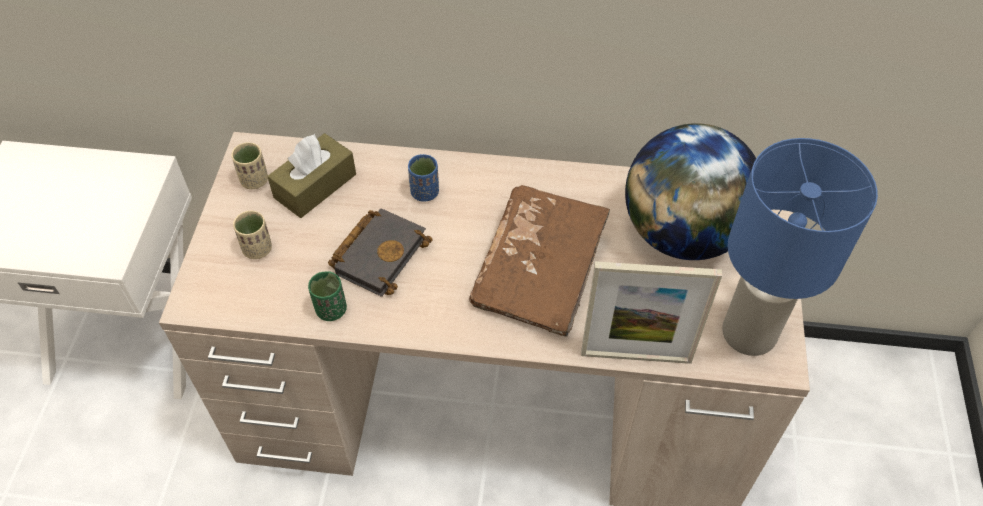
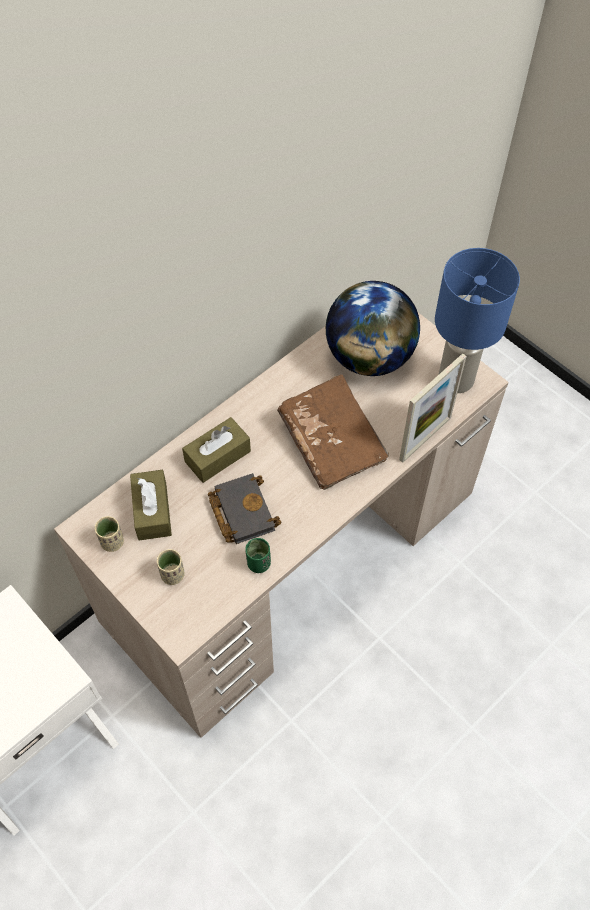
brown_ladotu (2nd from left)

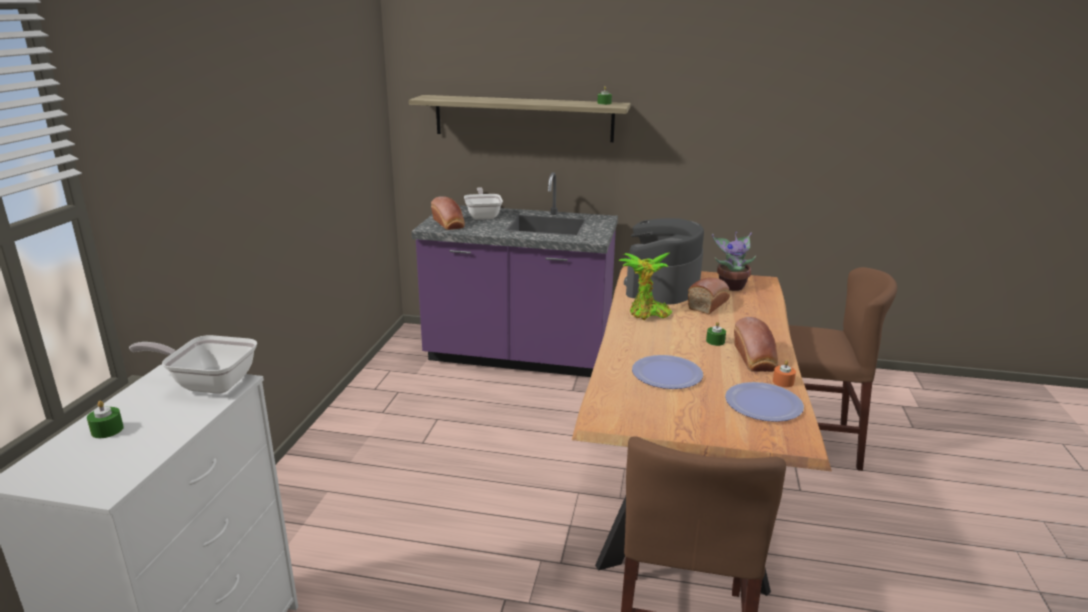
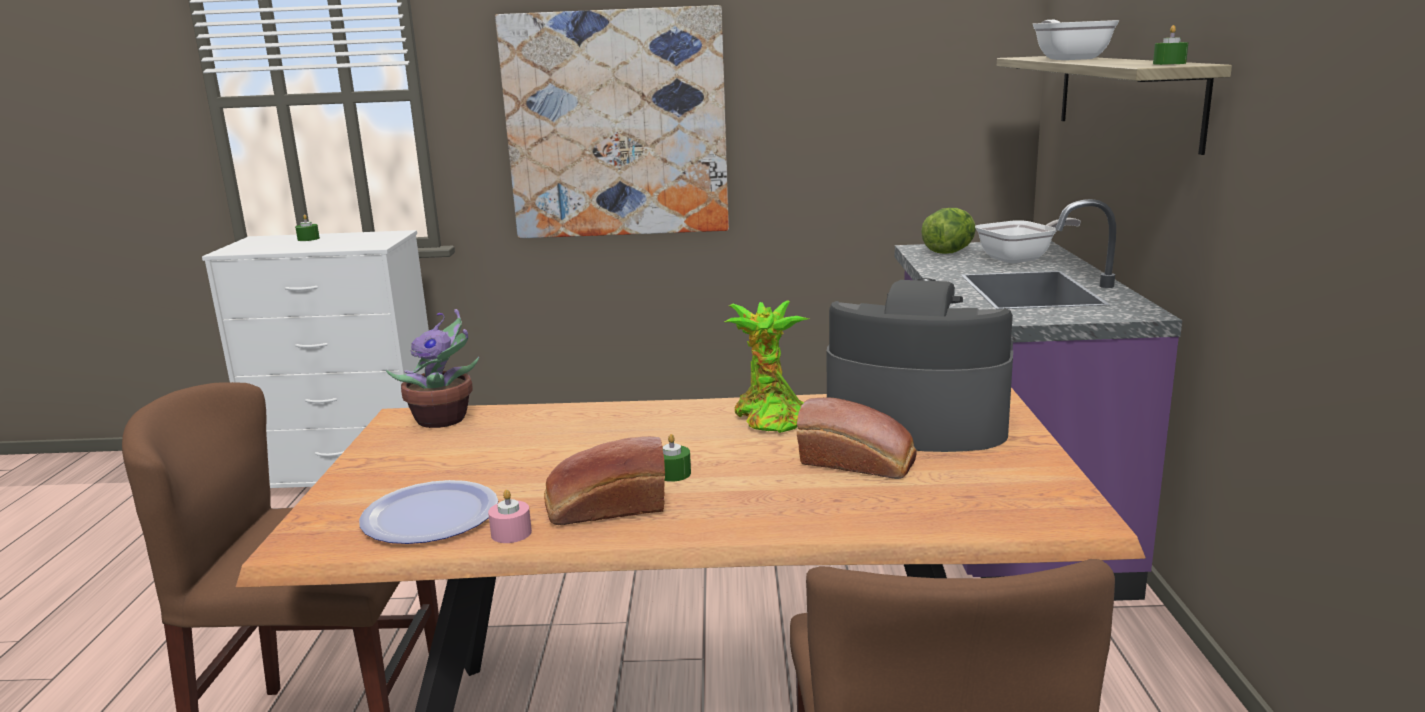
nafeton (2nd from left); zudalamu; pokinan (1st from left in the first image); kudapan (1st from left); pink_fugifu; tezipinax

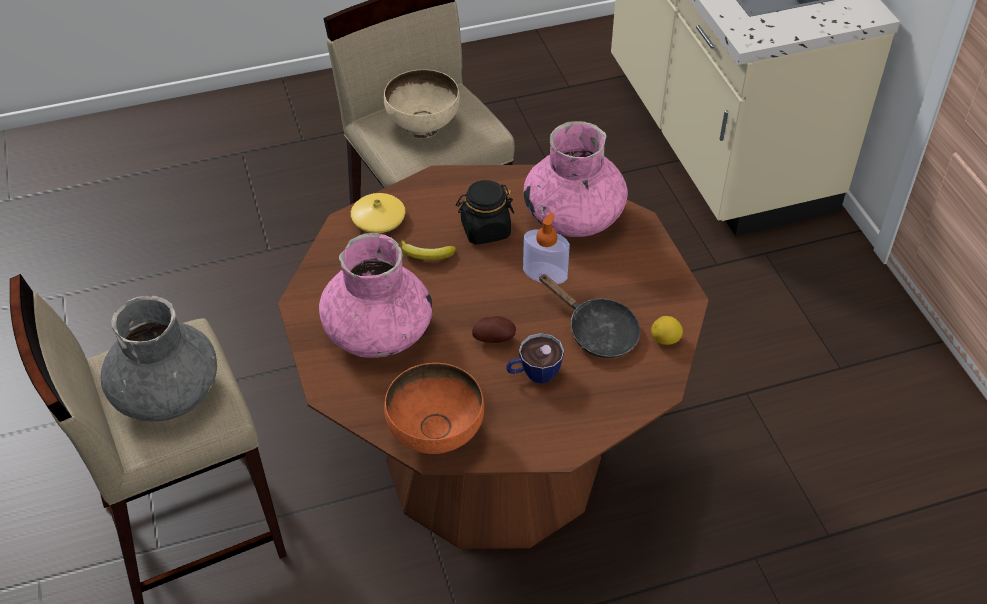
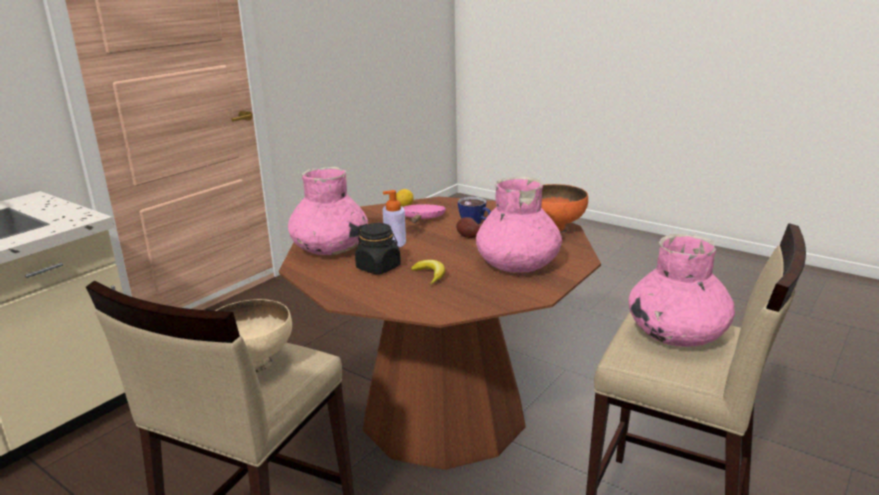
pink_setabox (3rd from left); yellow_setabox; pink_nafeton

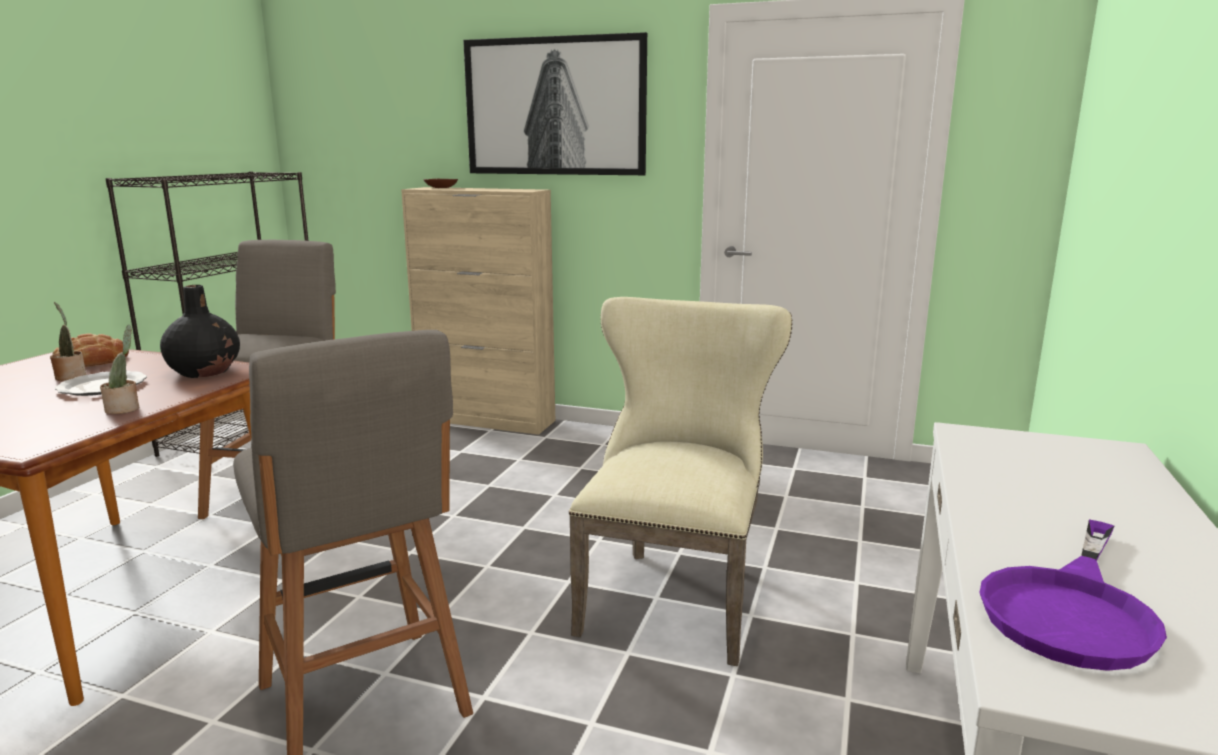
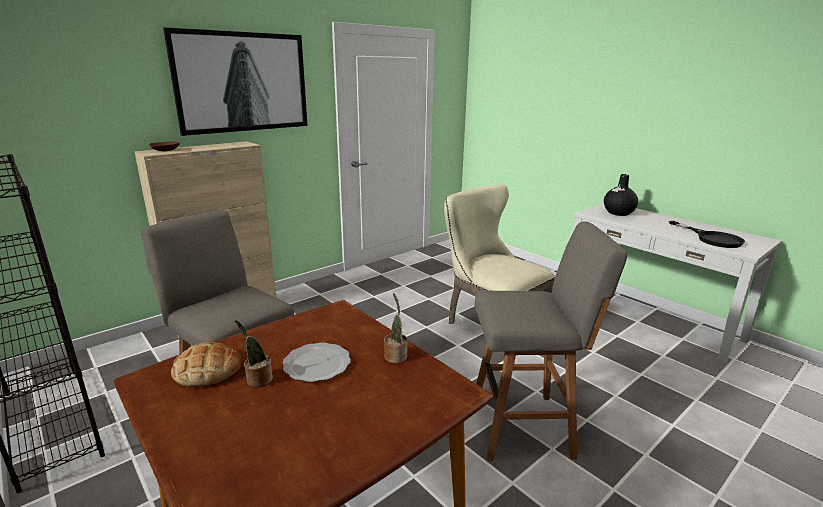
black_setabox; black_nafeton

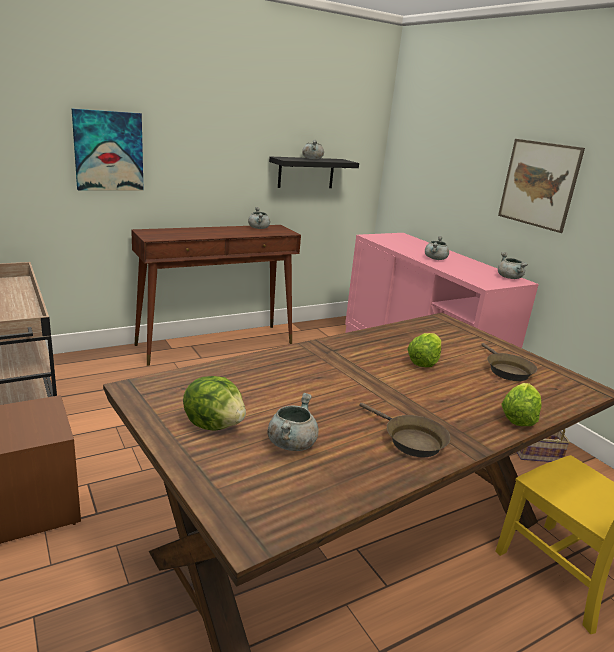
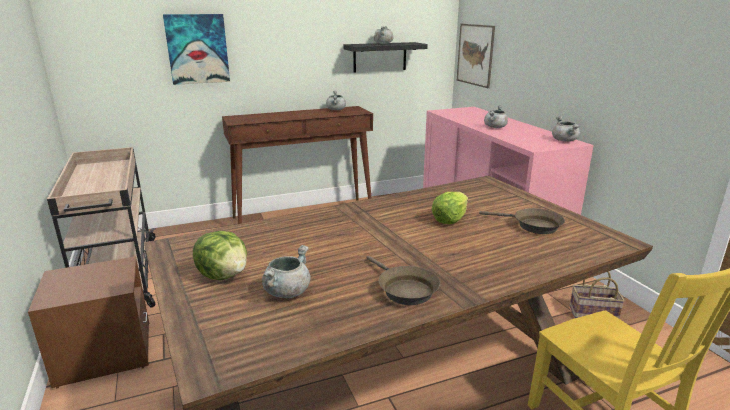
brown_nafeton (2nd from left); tezipinax (2nd from left); zudalamu (3rd from left in the first image)

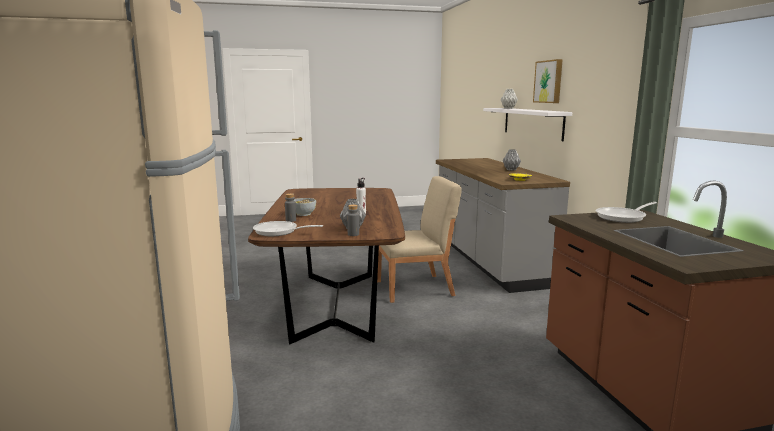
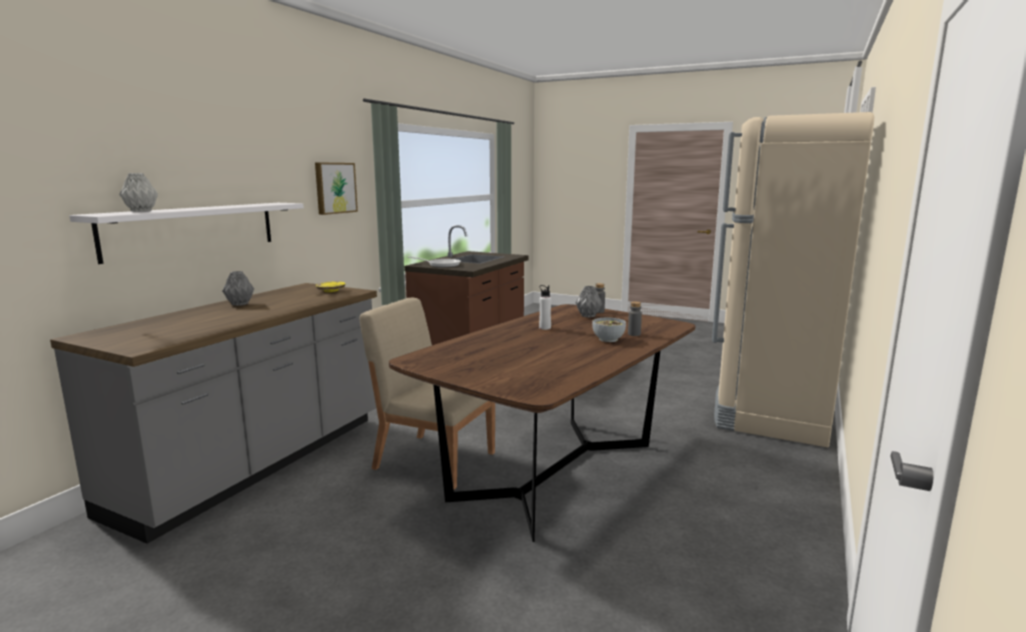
nafeton (1st from left in the first image); tezipinax

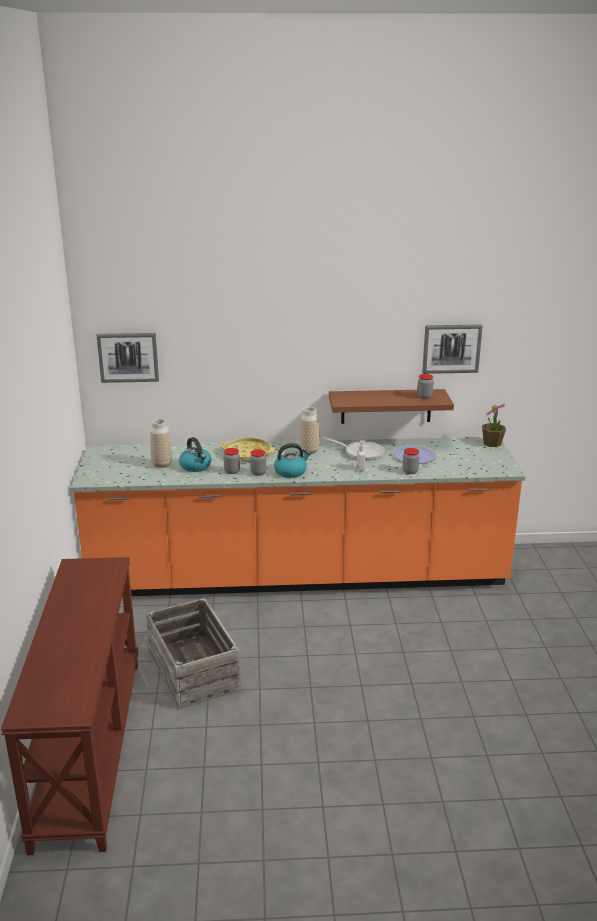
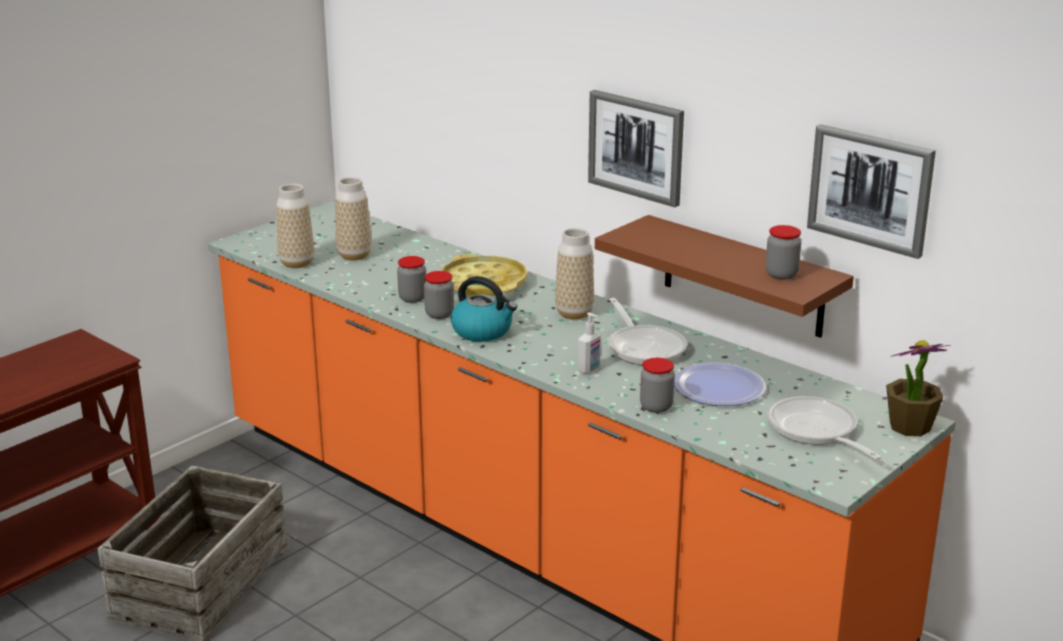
tezipinax (1st from left); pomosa (1st from left in the first image); setabox (1st from left); nafeton (2nd from left)

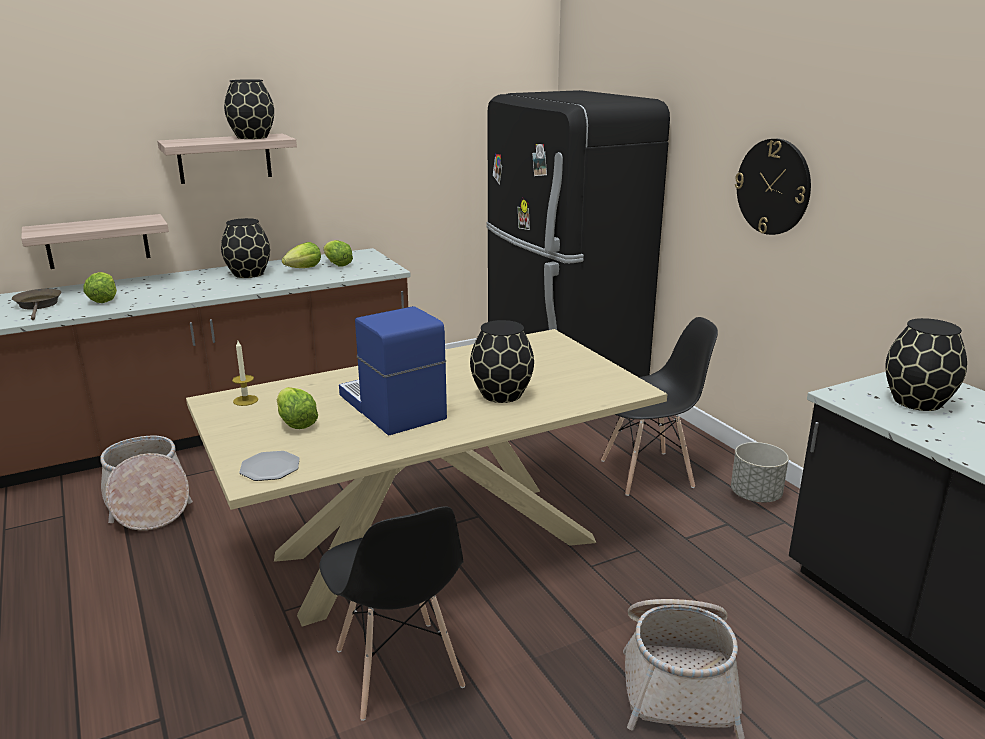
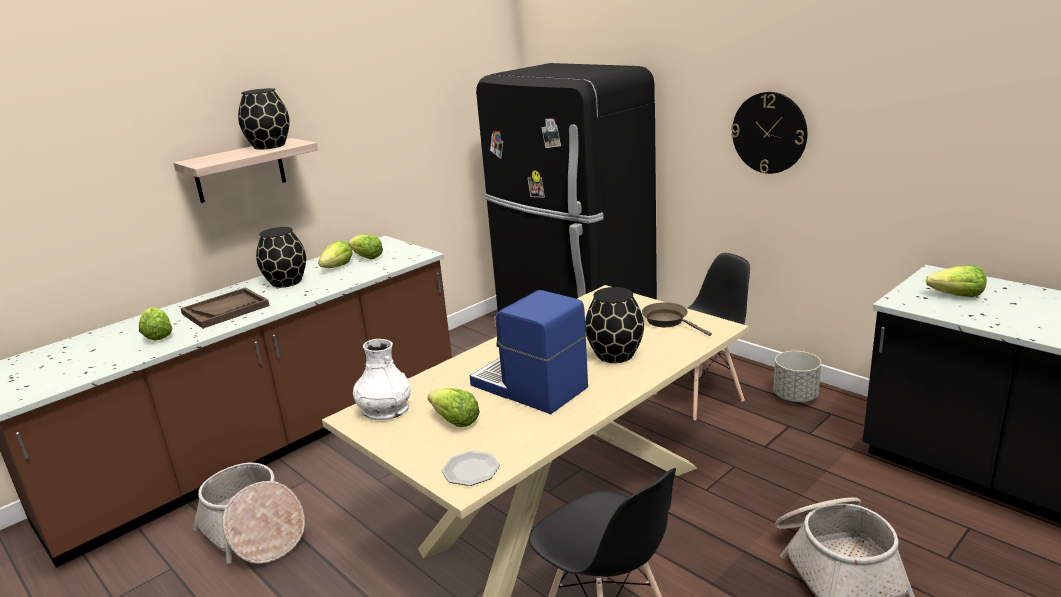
brown_nafeton; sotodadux (1st from left in the first image); white_setabox; zudalamu (5th from left); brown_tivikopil

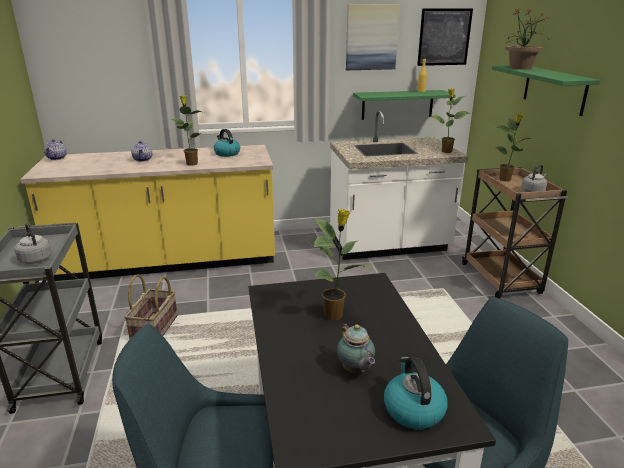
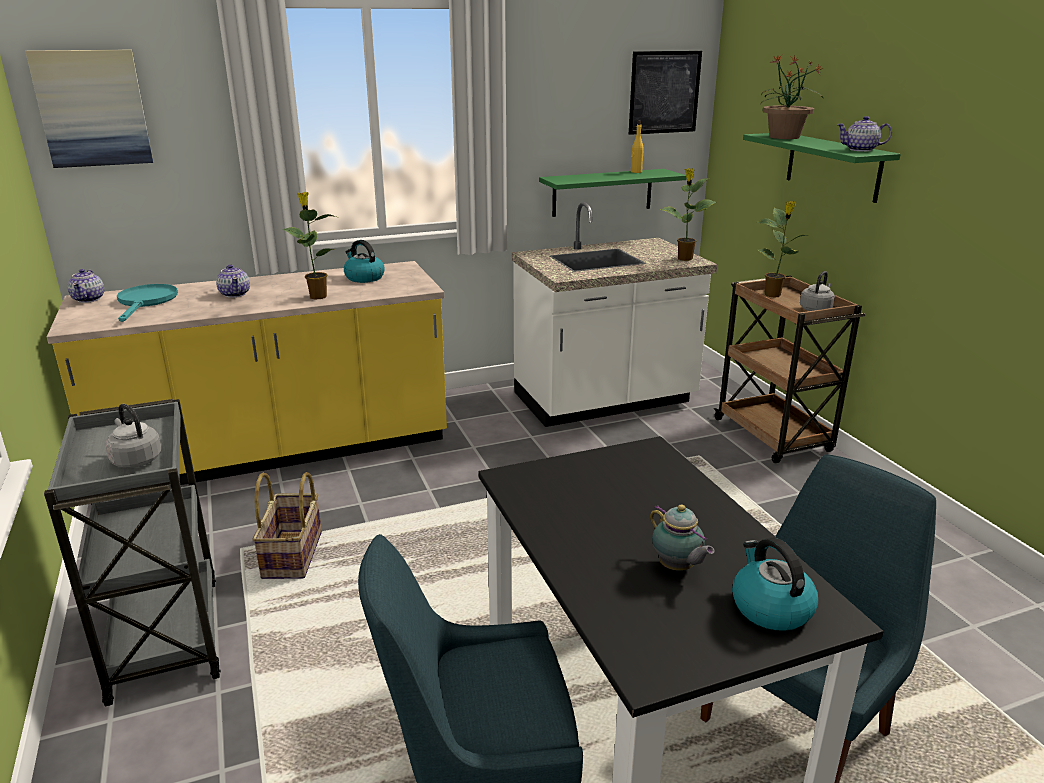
kudapan (2nd from left in the first image); tezipinax (1st from left); turquoise_nafeton; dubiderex (4th from left)

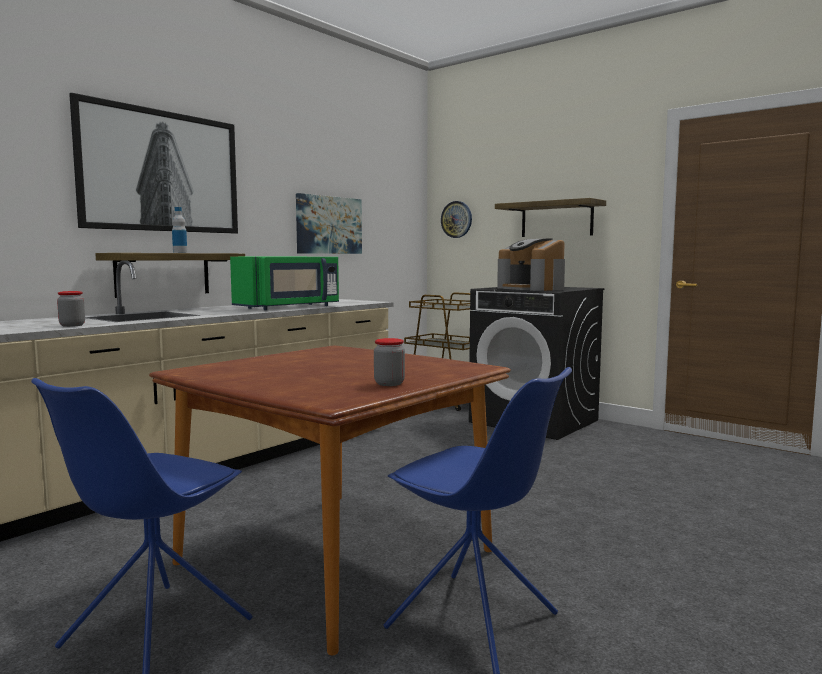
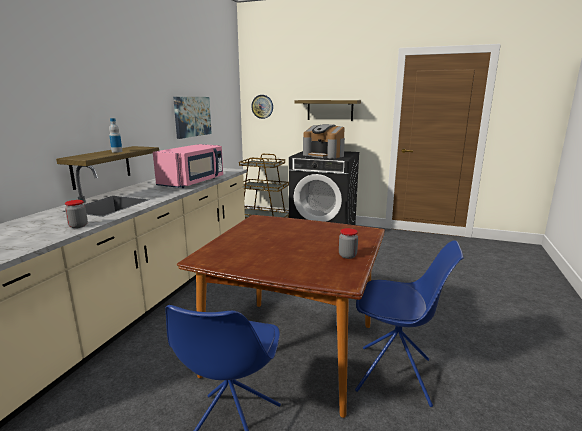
tezipinax (1st from left in the first image); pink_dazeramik

